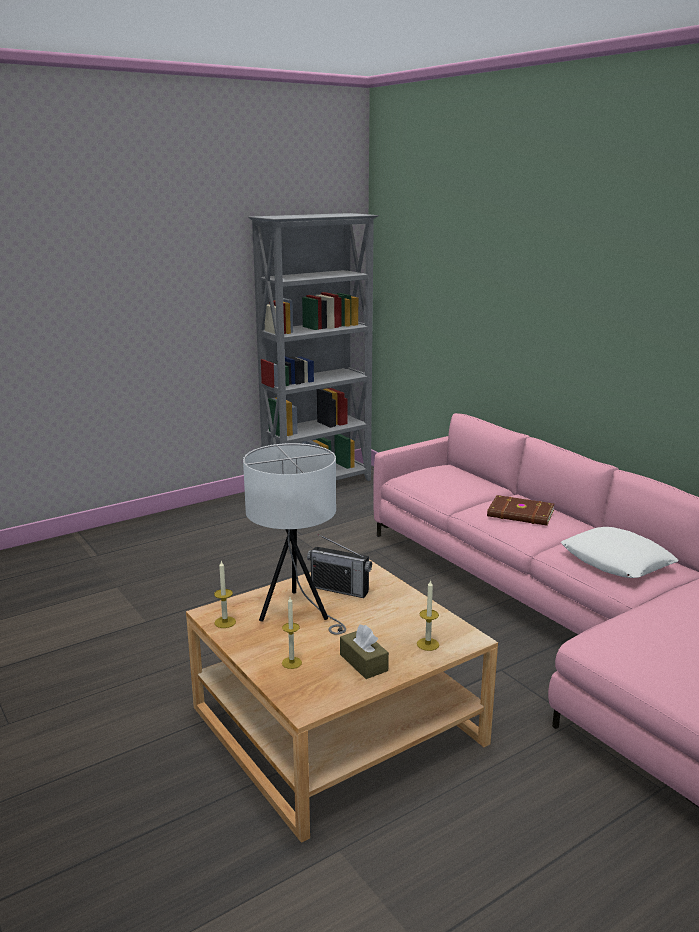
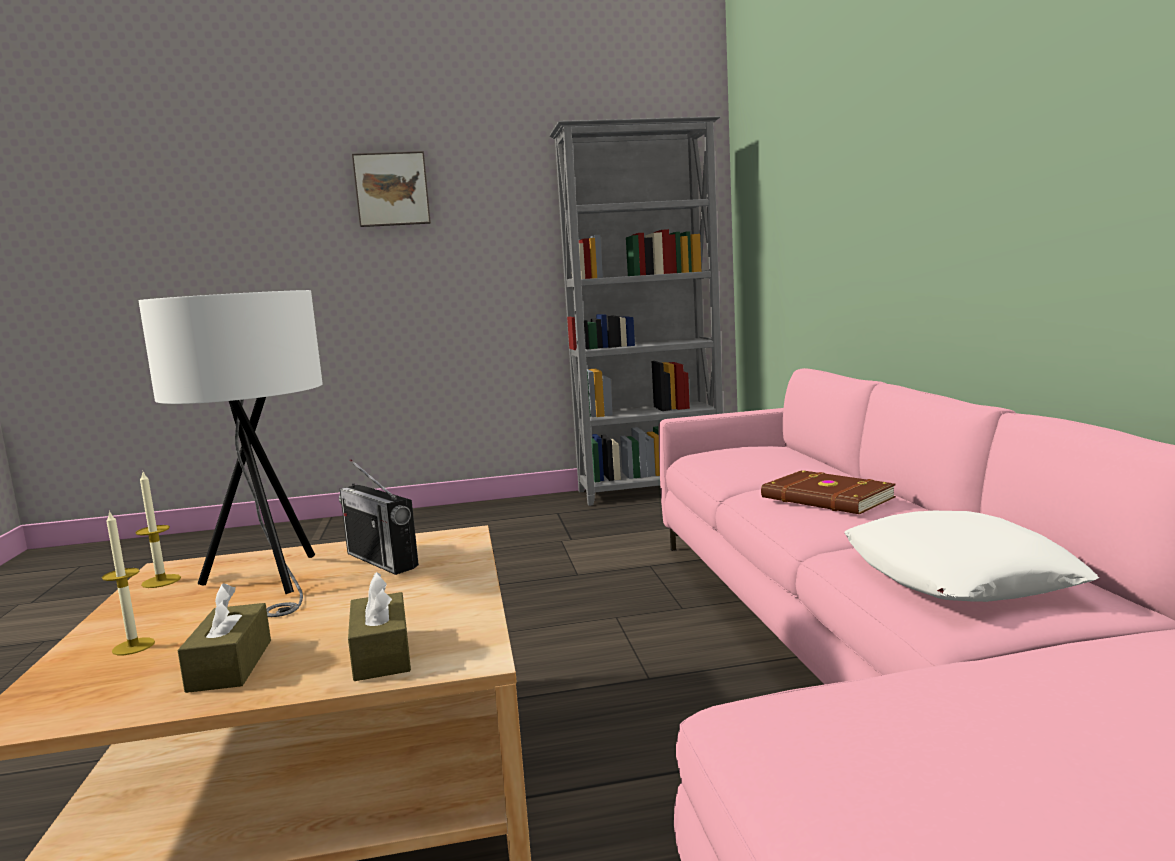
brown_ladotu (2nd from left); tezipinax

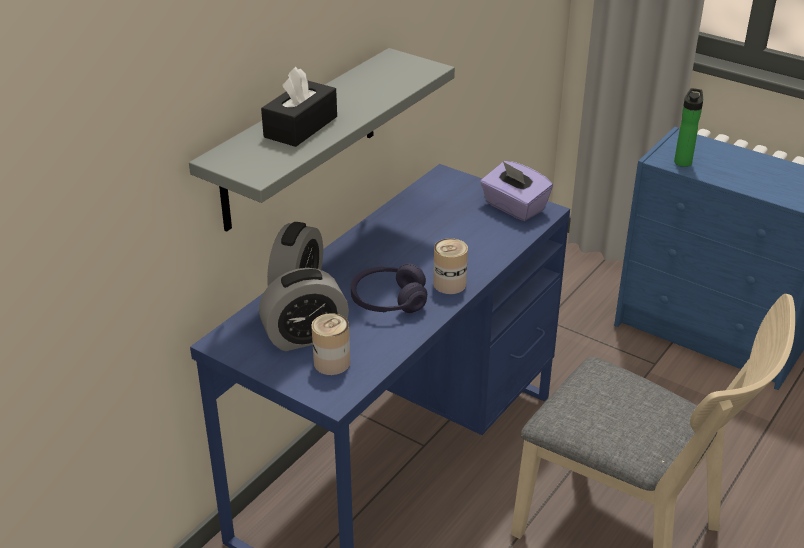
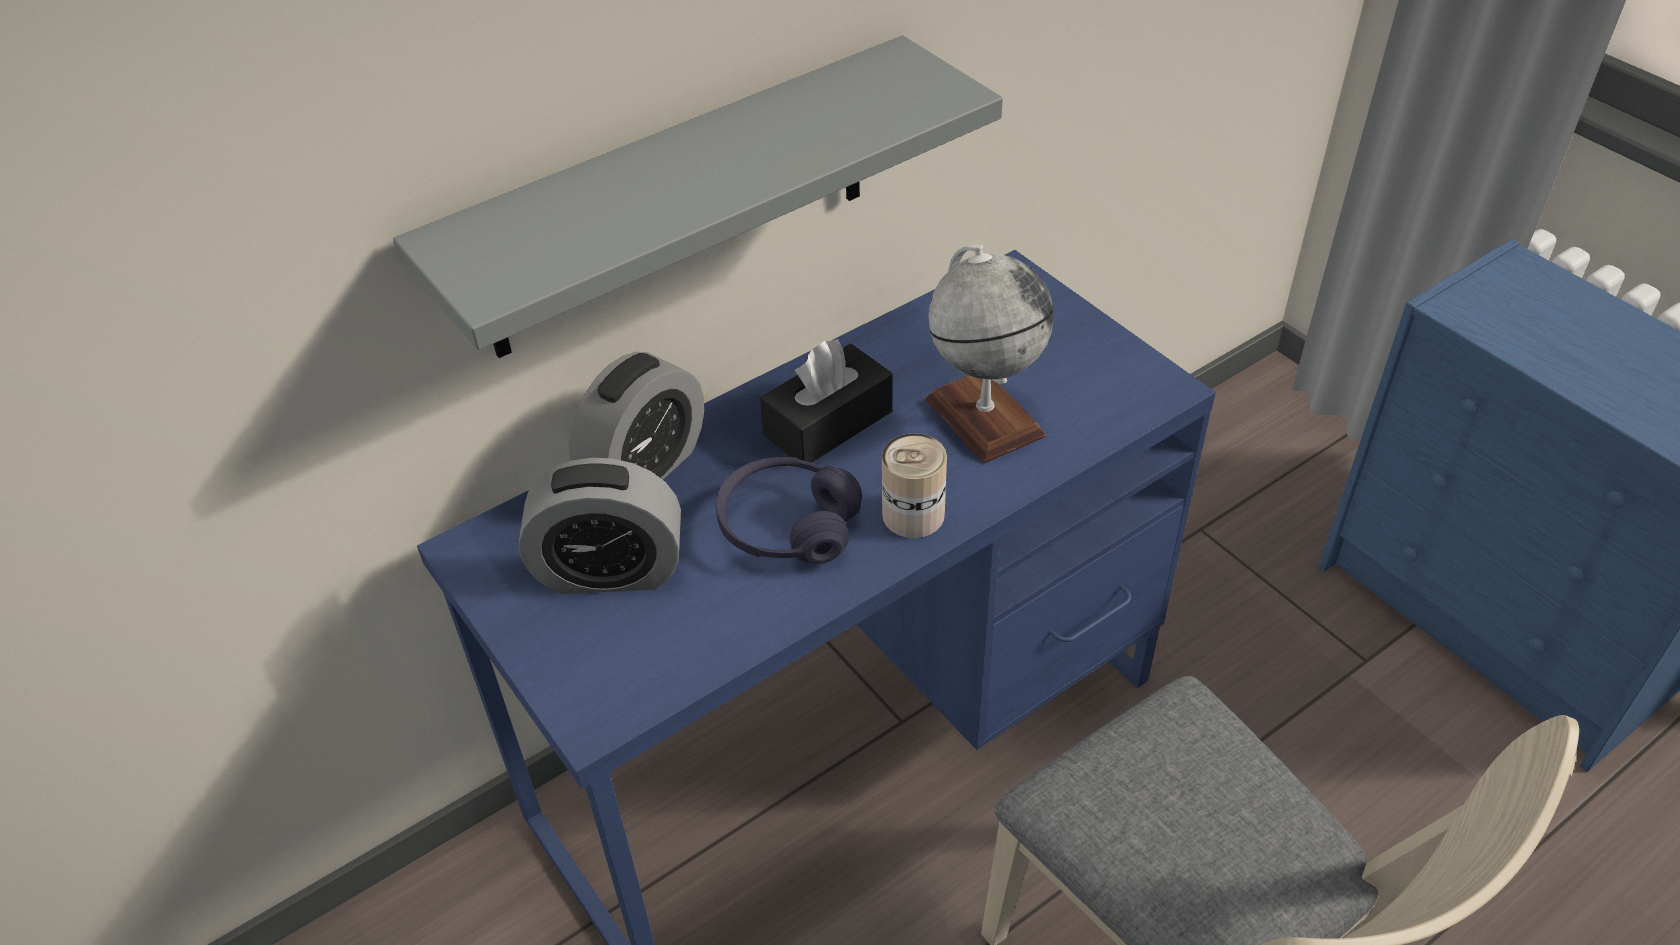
black_ladotu; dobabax (1st from left in the first image); purple_ladotu; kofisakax; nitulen

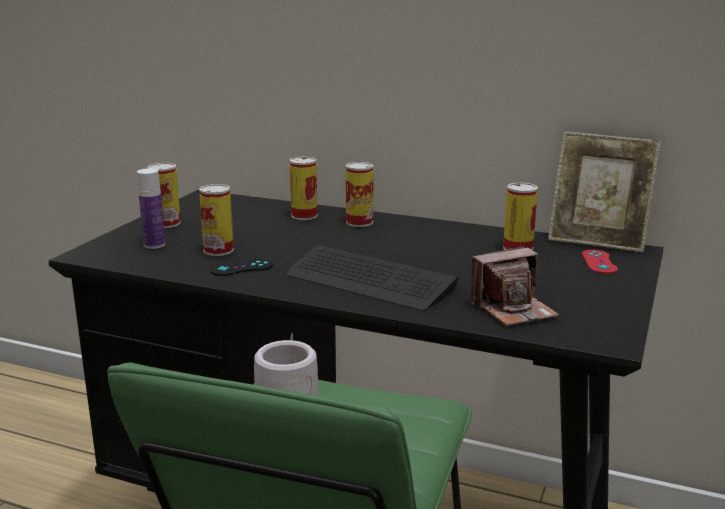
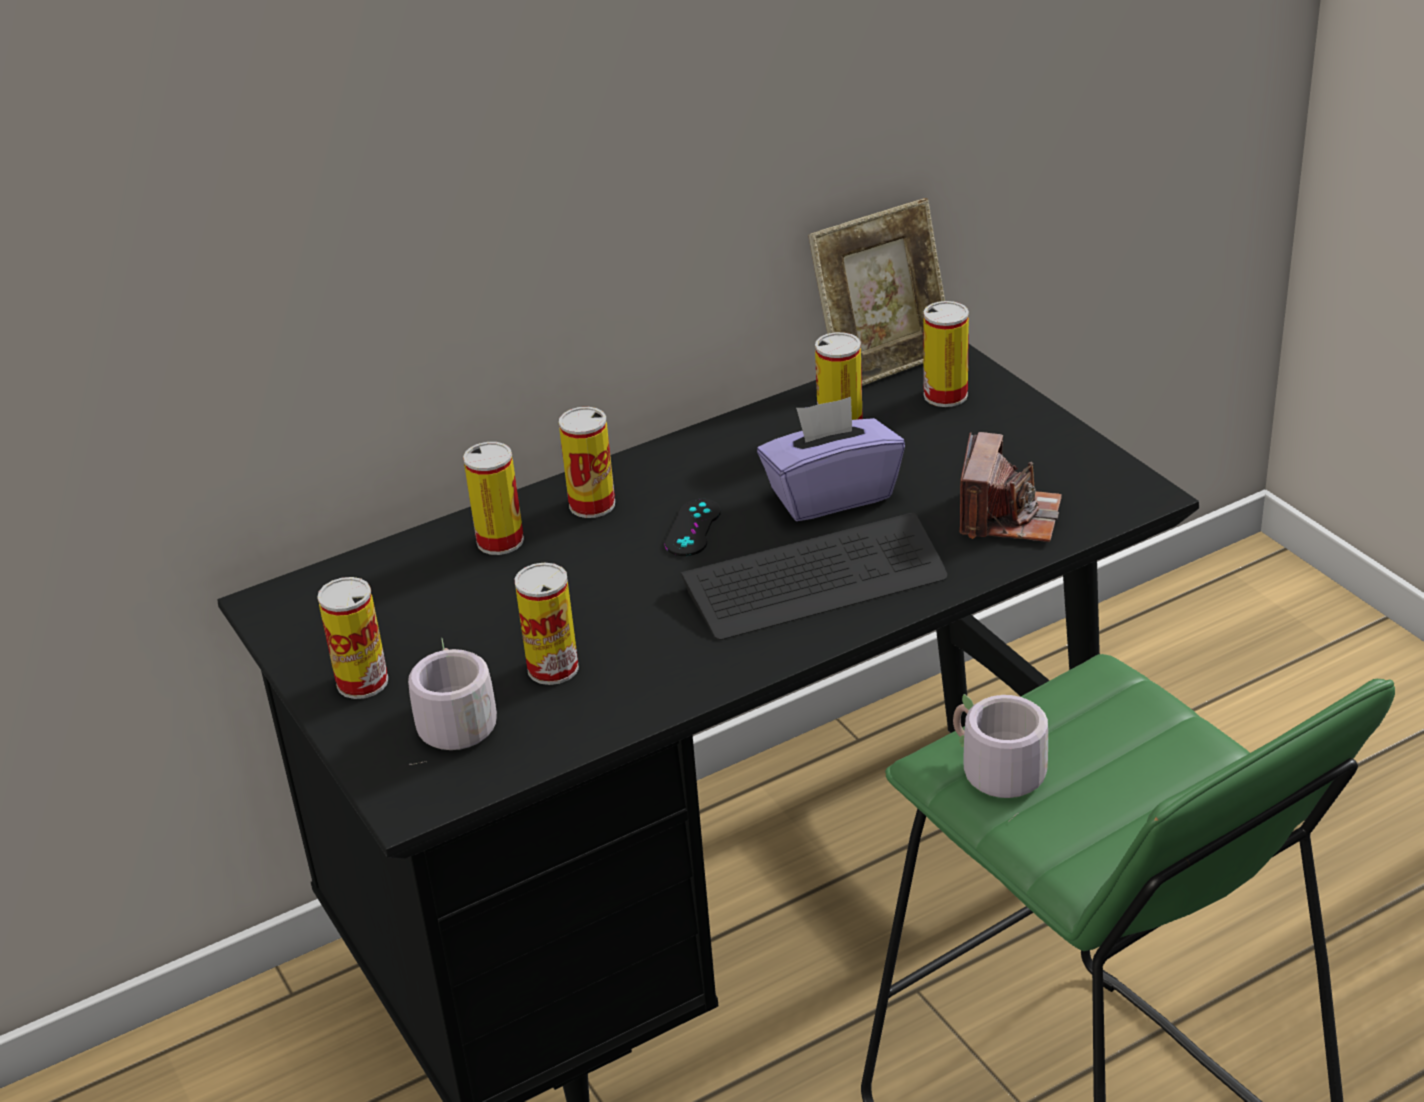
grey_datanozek (1st from left); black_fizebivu; dobabax (6th from left); purple_ladotu

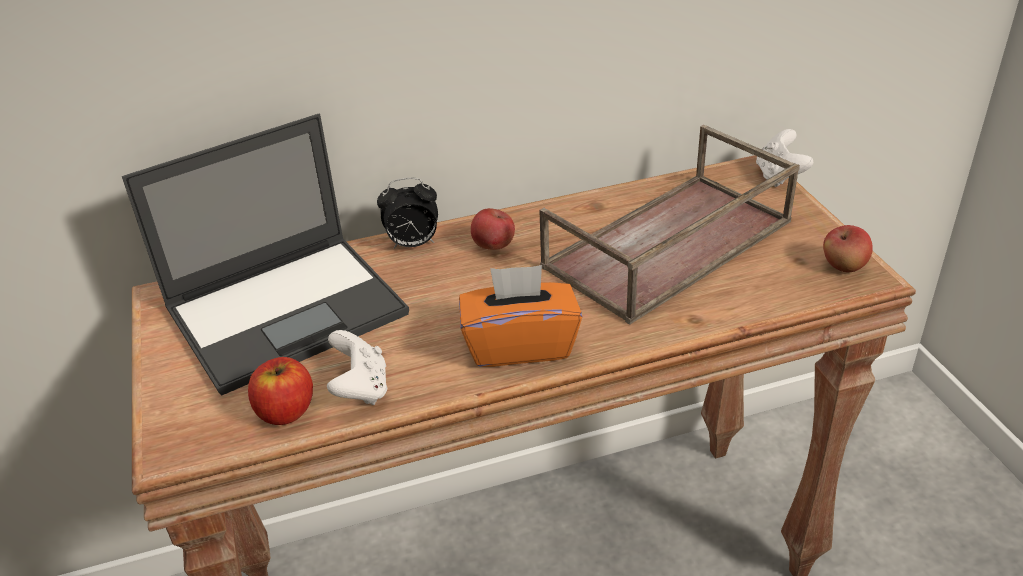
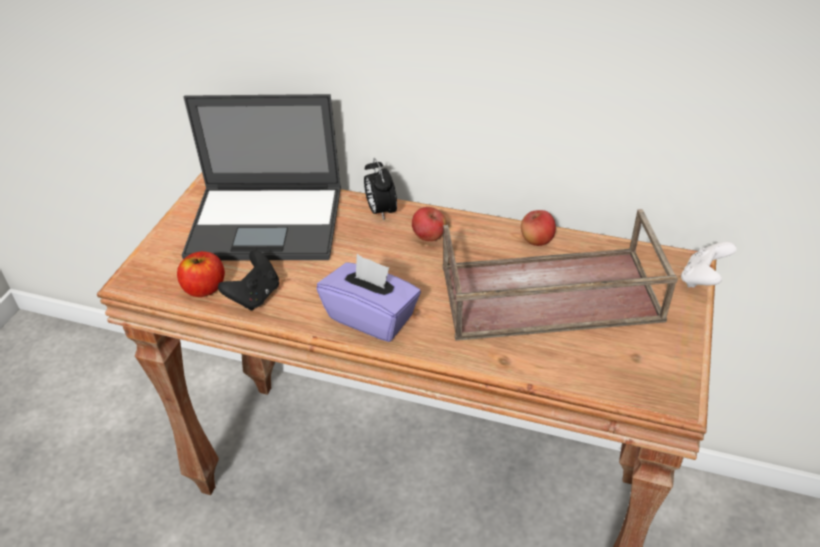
black_fizebivu; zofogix; purple_ladotu; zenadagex (3rd from left)

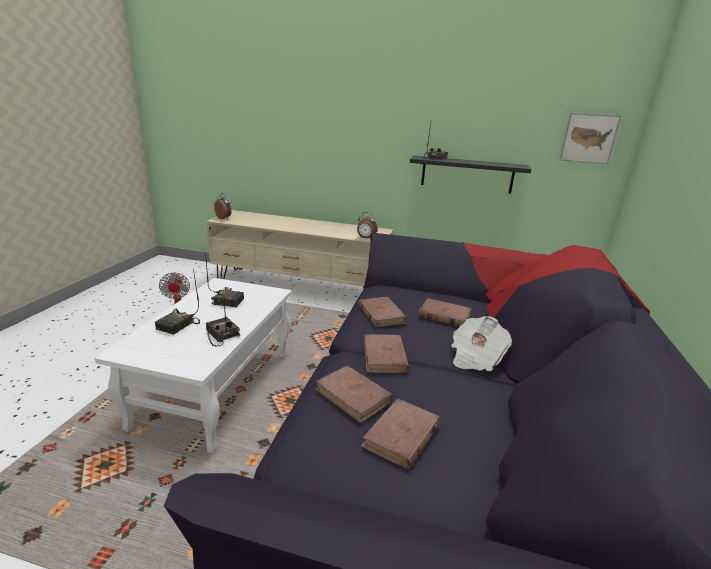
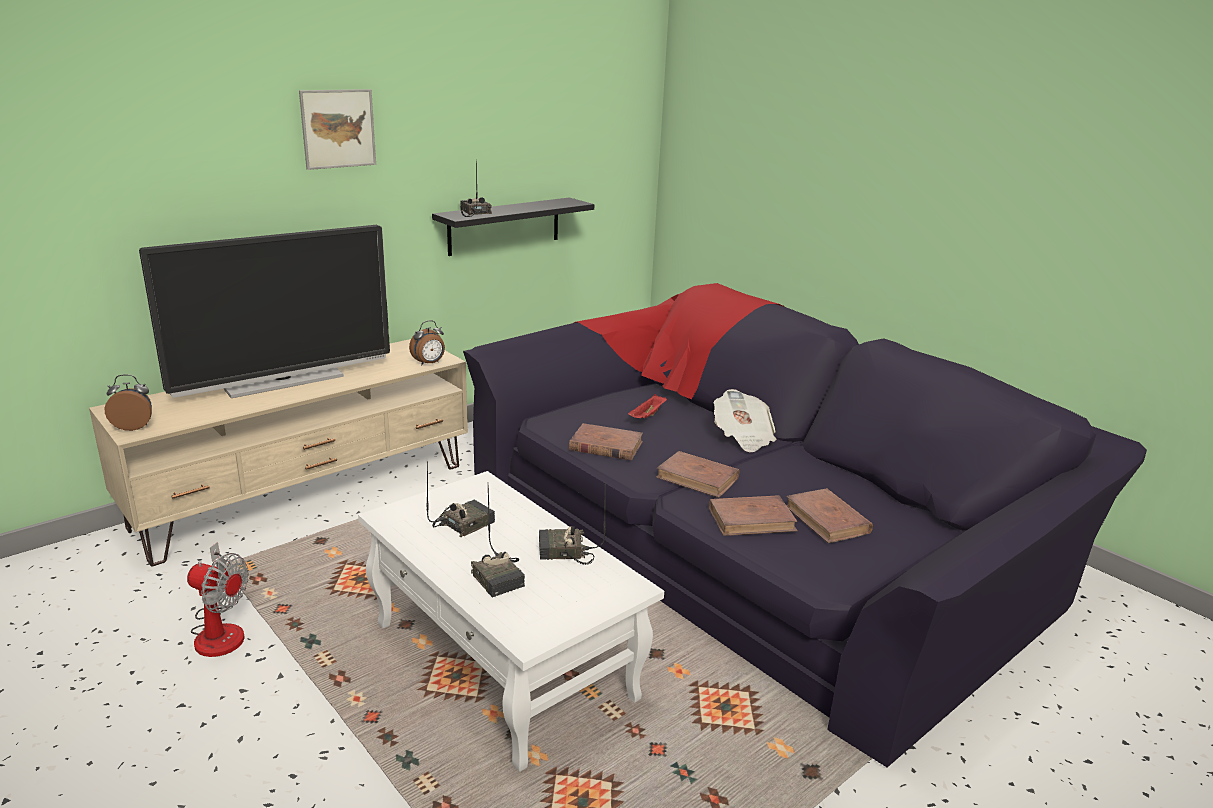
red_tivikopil; tezipinax; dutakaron

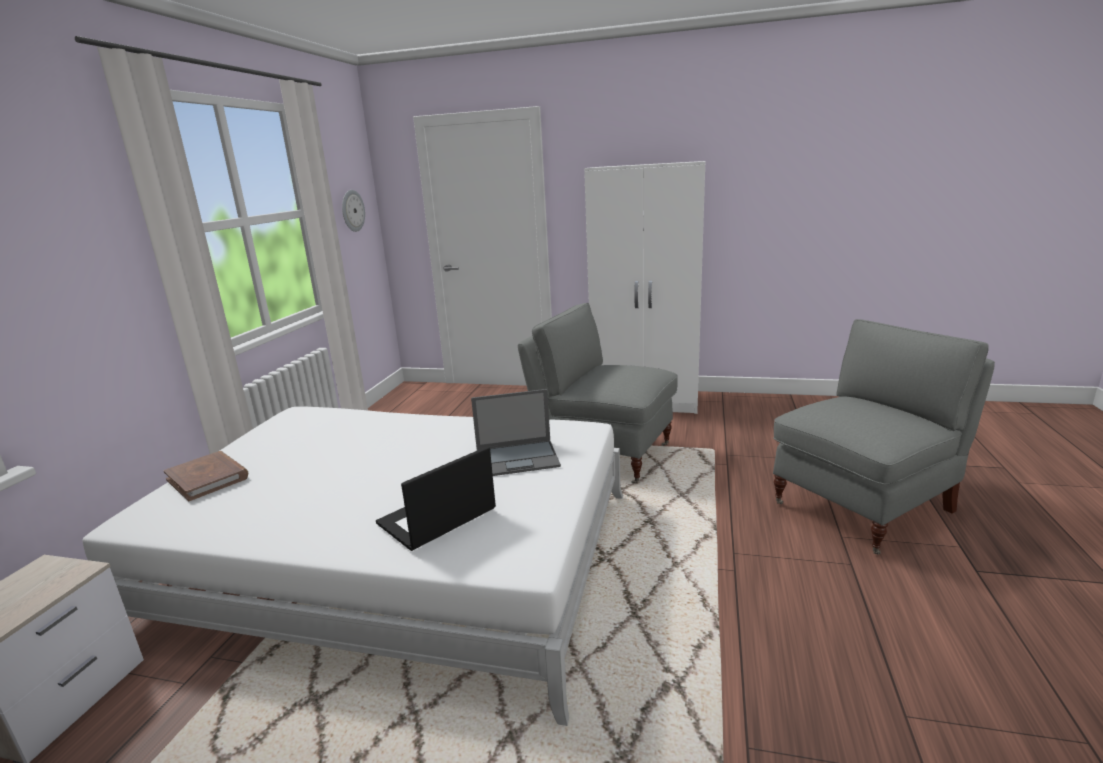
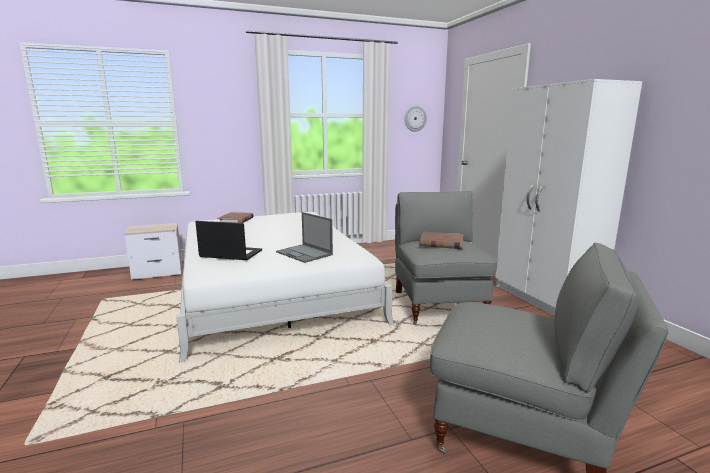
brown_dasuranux (2nd from left)

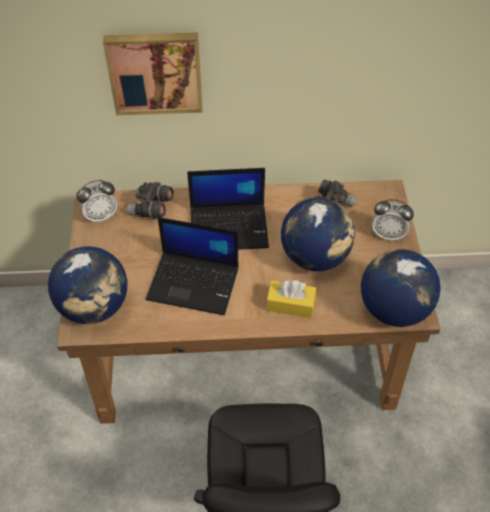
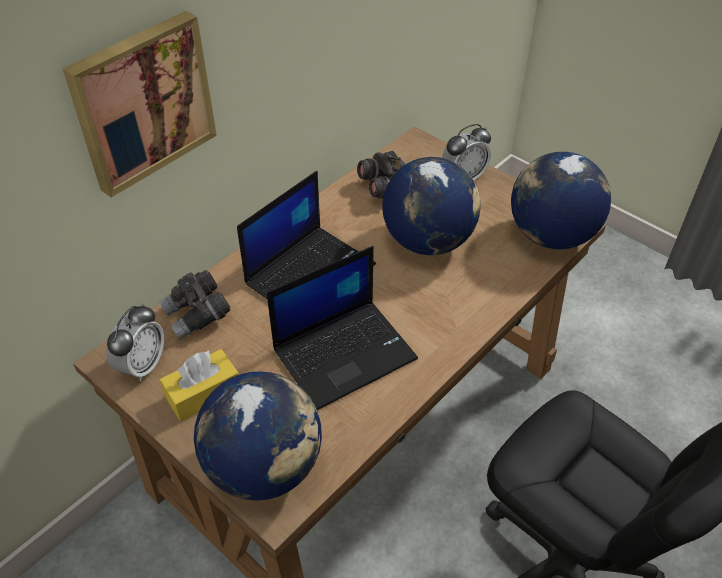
yellow_ladotu

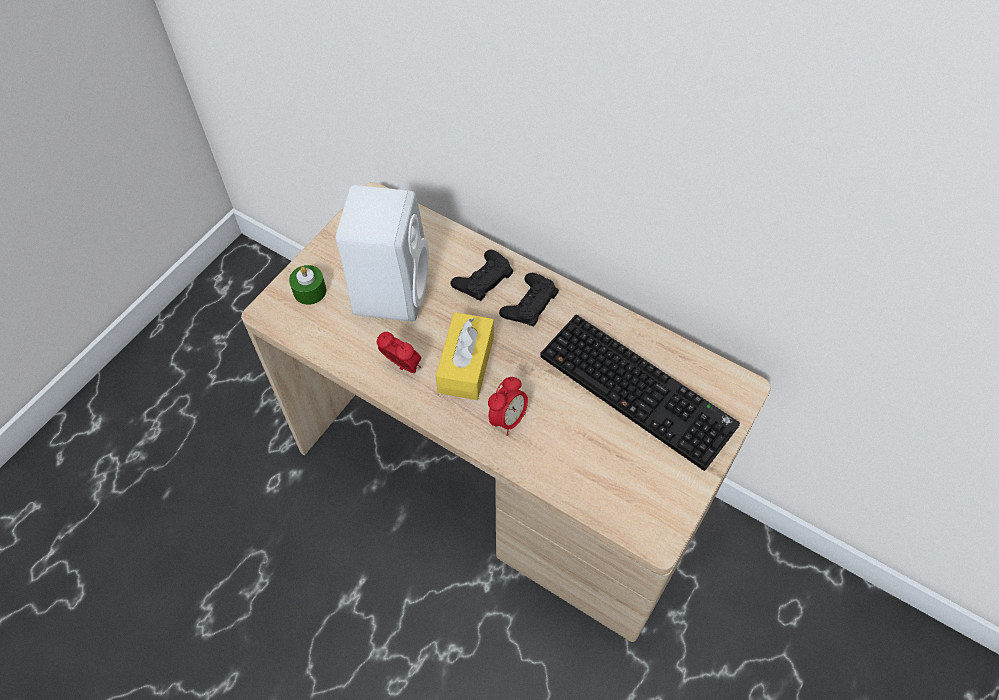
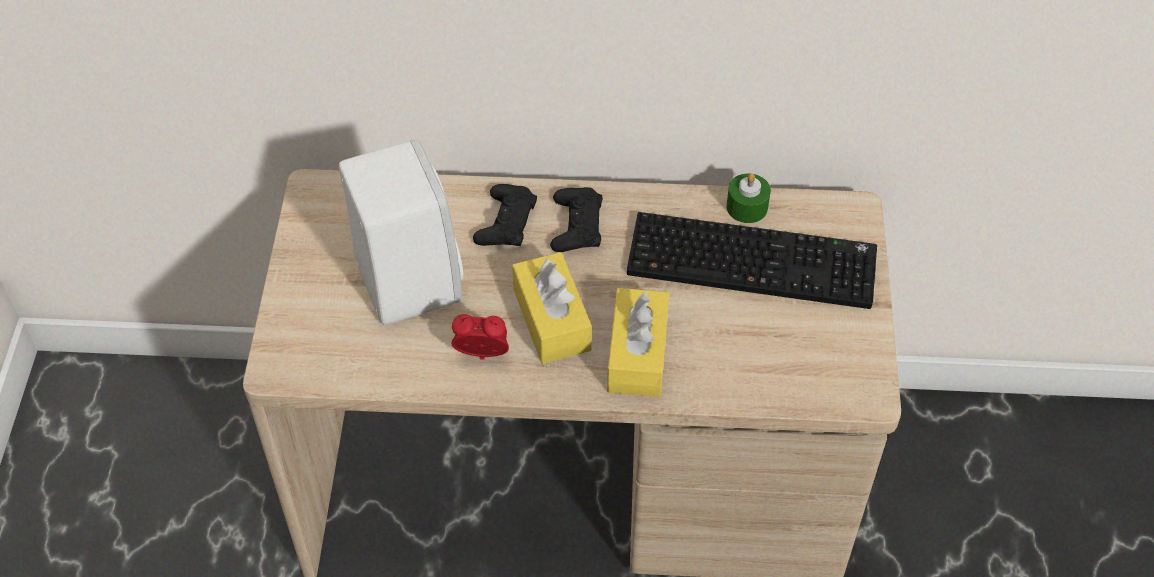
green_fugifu; yellow_ladotu (2nd from left)

